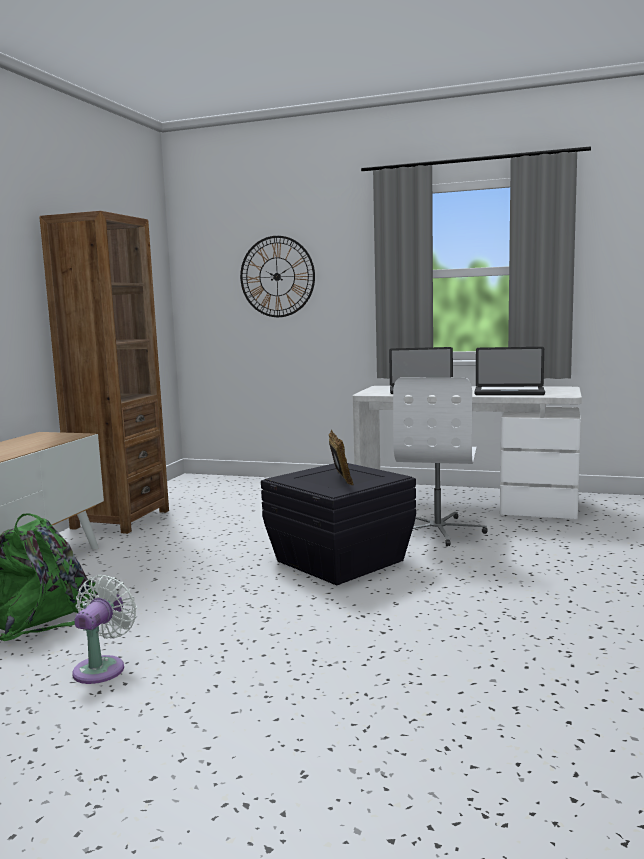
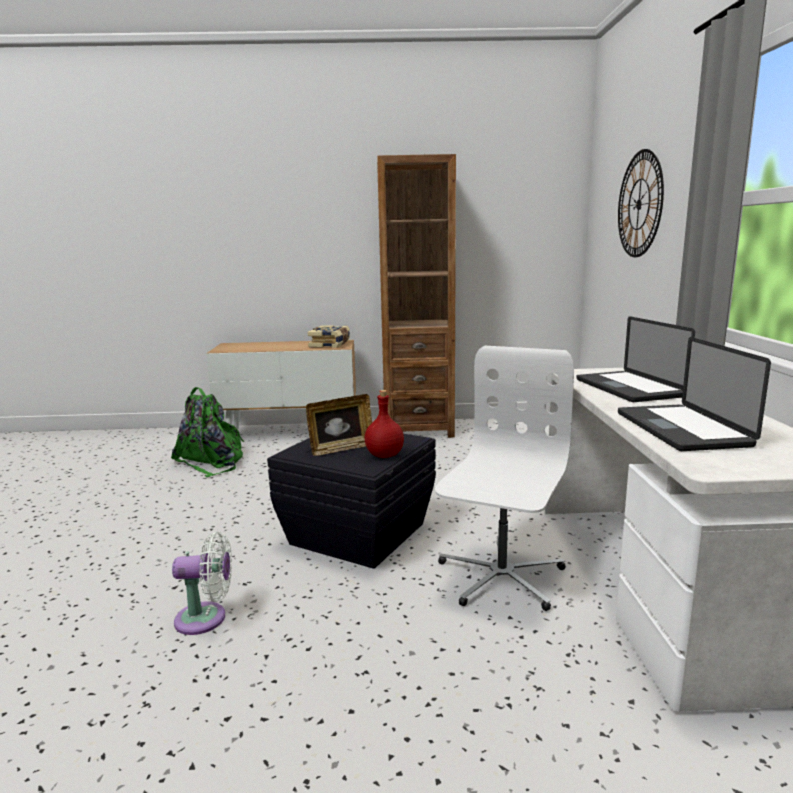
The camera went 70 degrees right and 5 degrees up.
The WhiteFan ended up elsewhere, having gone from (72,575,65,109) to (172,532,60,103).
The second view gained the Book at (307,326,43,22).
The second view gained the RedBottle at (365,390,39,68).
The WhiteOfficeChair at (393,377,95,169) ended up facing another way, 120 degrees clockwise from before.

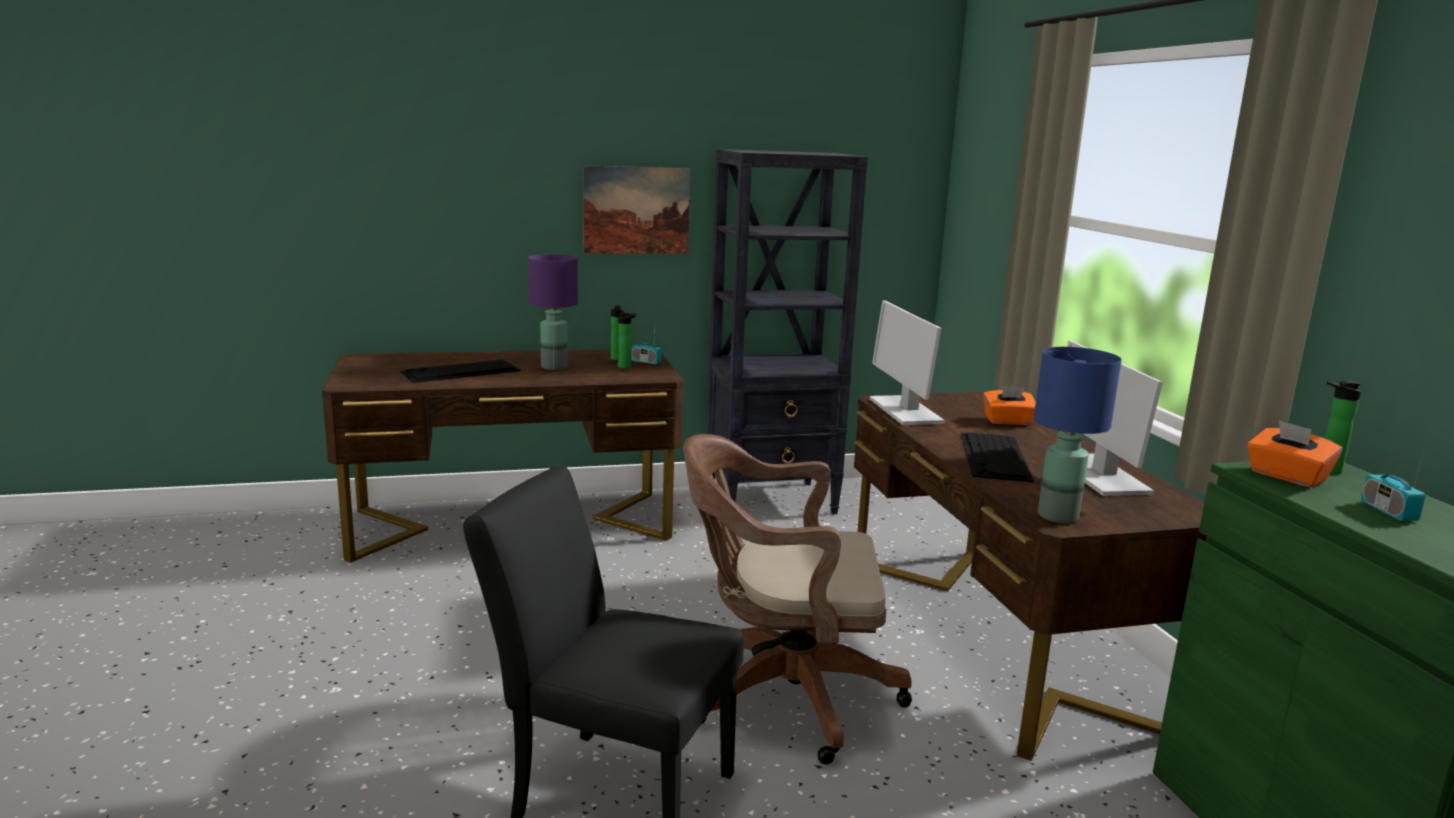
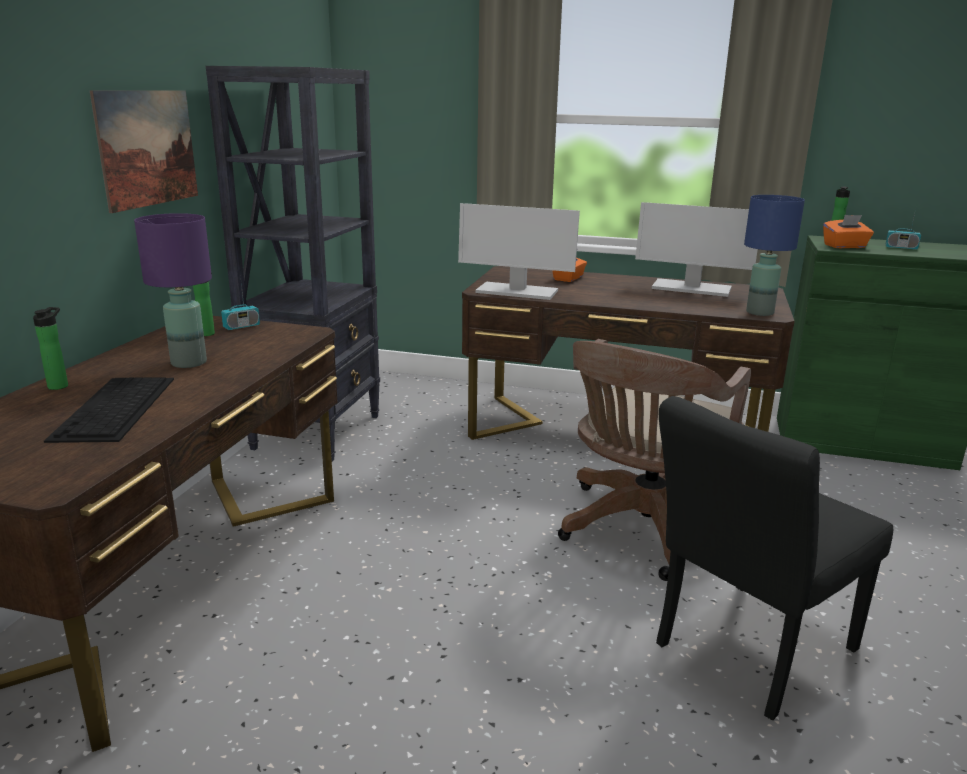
The camera went 60 degrees left and 5 degrees up.
The Bottle ended up elsewhere, having gone from (618,313,19,56) to (33,307,35,83).
The second view lost the Keyboard at (961,432,73,50).

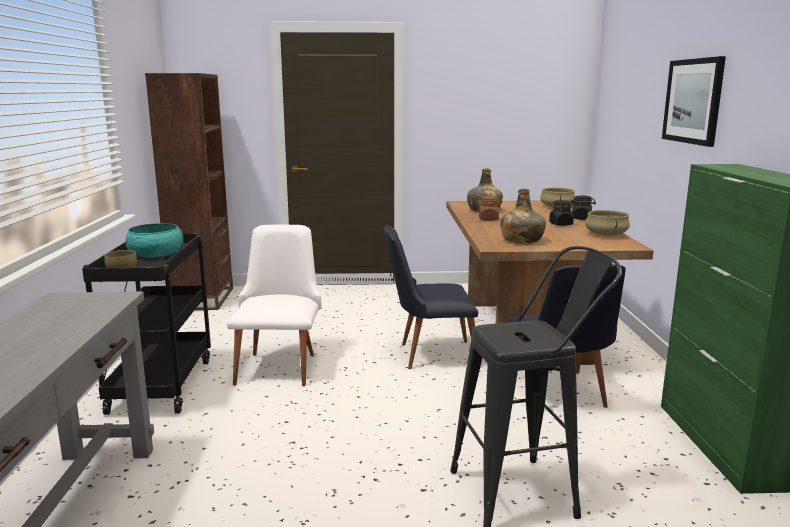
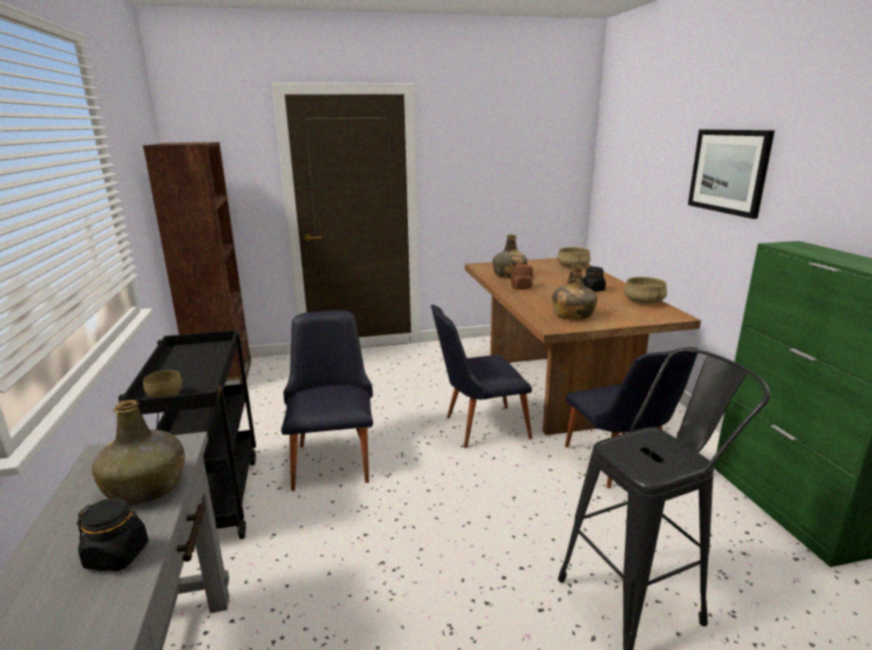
The camera went 10 degrees left and 5 degrees up.
The BlackJar ended up elsewhere, having gone from (571,195,25,25) to (77,498,72,73).
The second view gained the GreenBottle at (92,400,93,105).
What was the WhiteChair at (227,225,95,161) turned into the BlackChair at (281,311,92,180).
The second view lost the TurquoiseBowl at (125,223,59,35).

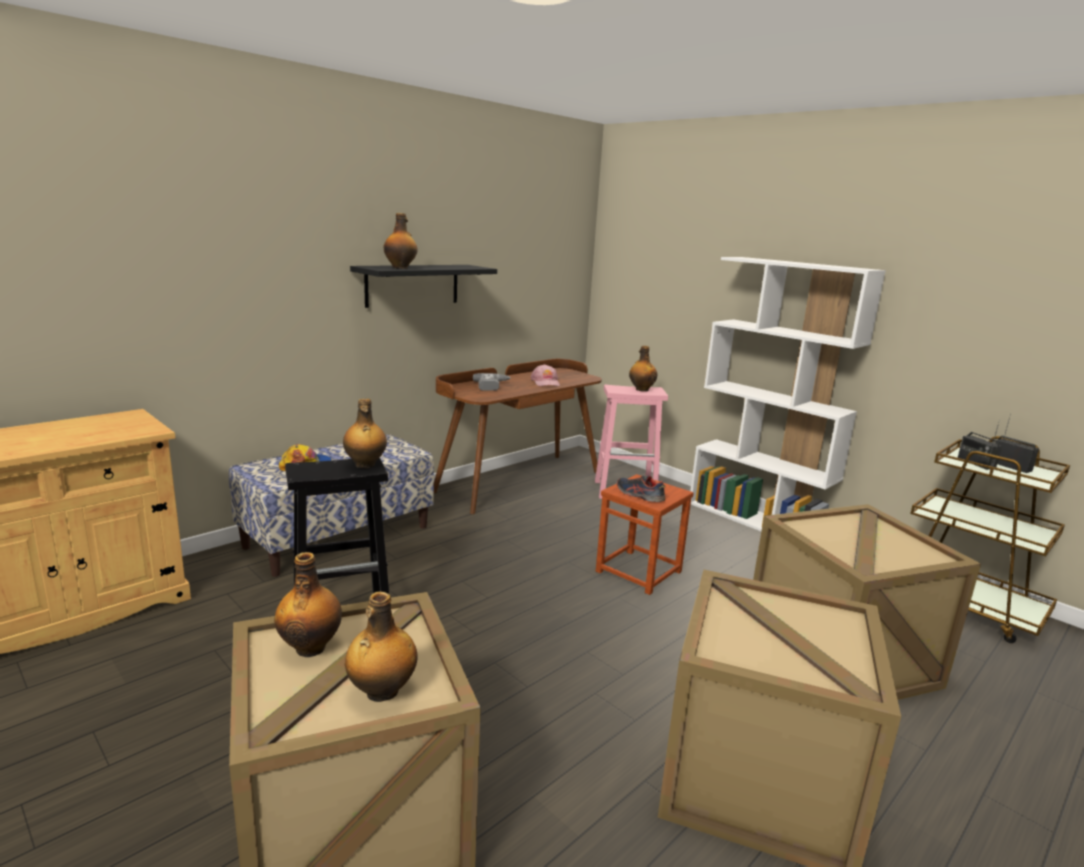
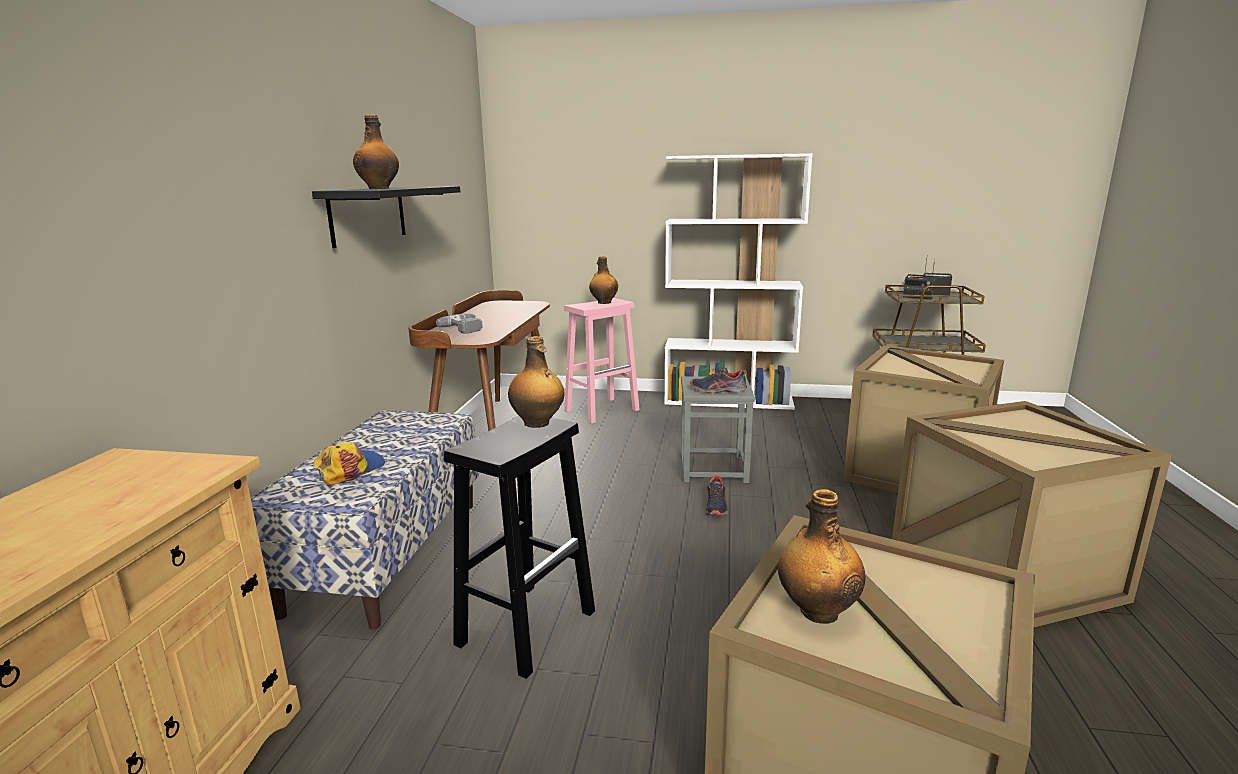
The camera went 35 degrees left and 0 degrees up.
What was the BrownStool at (596,474,98,121) turned into the GreyStool at (681,376,74,107).
The second view gained the Shoe at (705,476,23,40).
The second view lost the Bottle at (345,591,73,111).
The second view lost the PinkCap at (531,364,29,22).

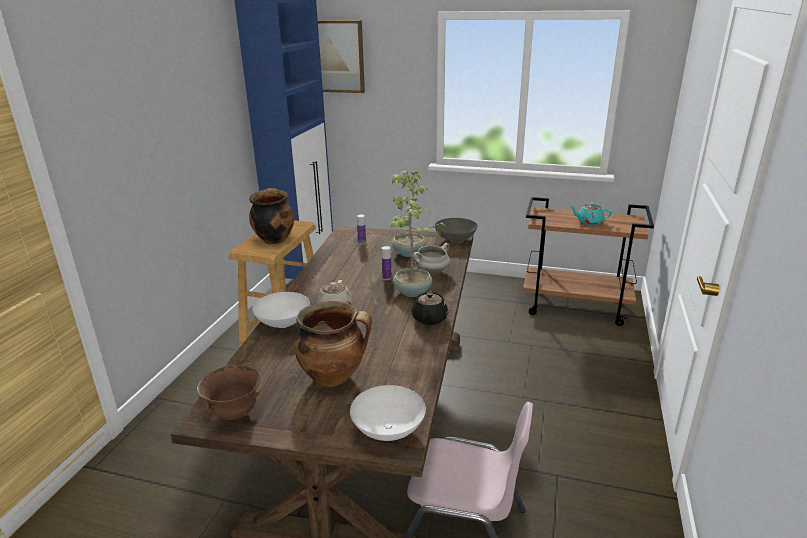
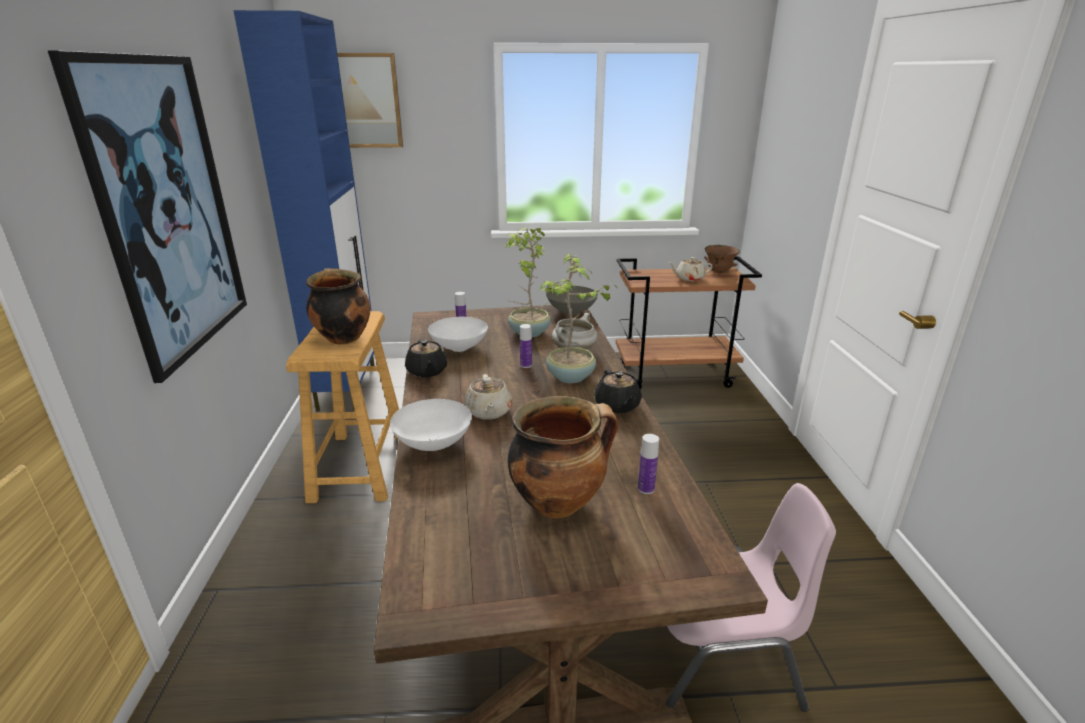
The camera went 20 degrees left and 0 degrees up.
The second view gained the Picture at (48,51,199,332).
The second view gained the BlackTeapot at (405,340,42,37).
The WhiteBowl ended up elsewhere, having gone from (350,385,76,56) to (428,317,60,35).
The second view gained the Bottle at (638,434,21,60).
What was the TurquoiseTeapot at (570,203,42,22) turned into the BeigeTeapot at (668,257,45,24).
The BrownBowl ended up elsewhere, having gone from (197,365,63,55) to (704,245,36,28).

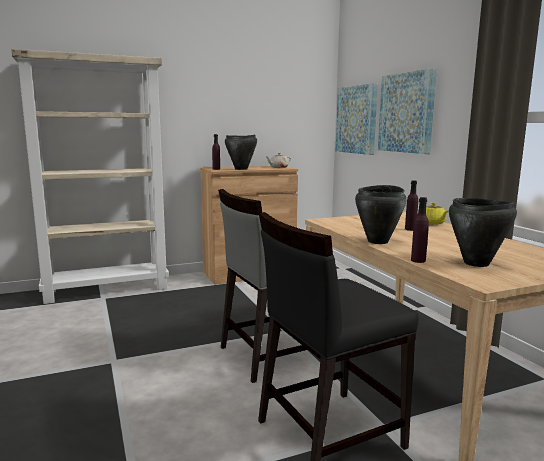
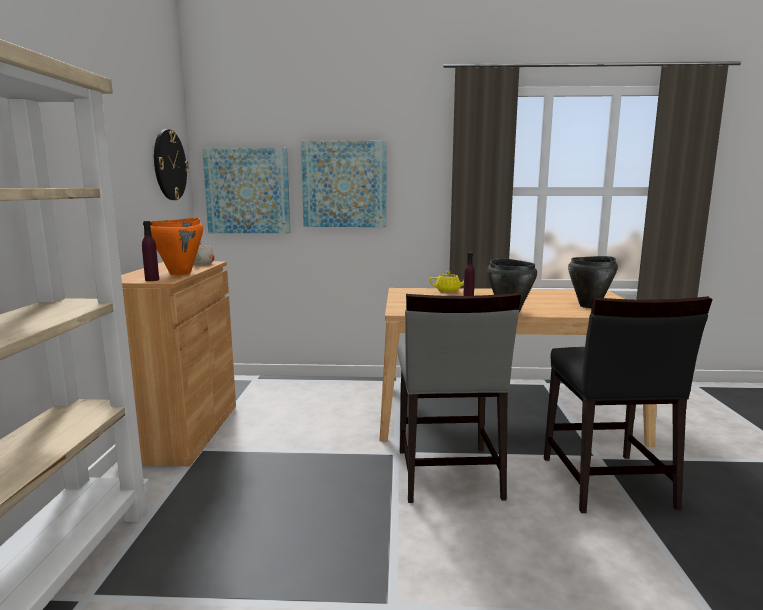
The camera went 65 degrees left and 0 degrees up.
What was the BlackCookingPot at (225,135,32,35) turned into the OrangeCookingPot at (150,218,53,57).
The second view gained the WallClock at (154,129,35,71).
The second view lost the PurpleBottle at (411,197,18,66).

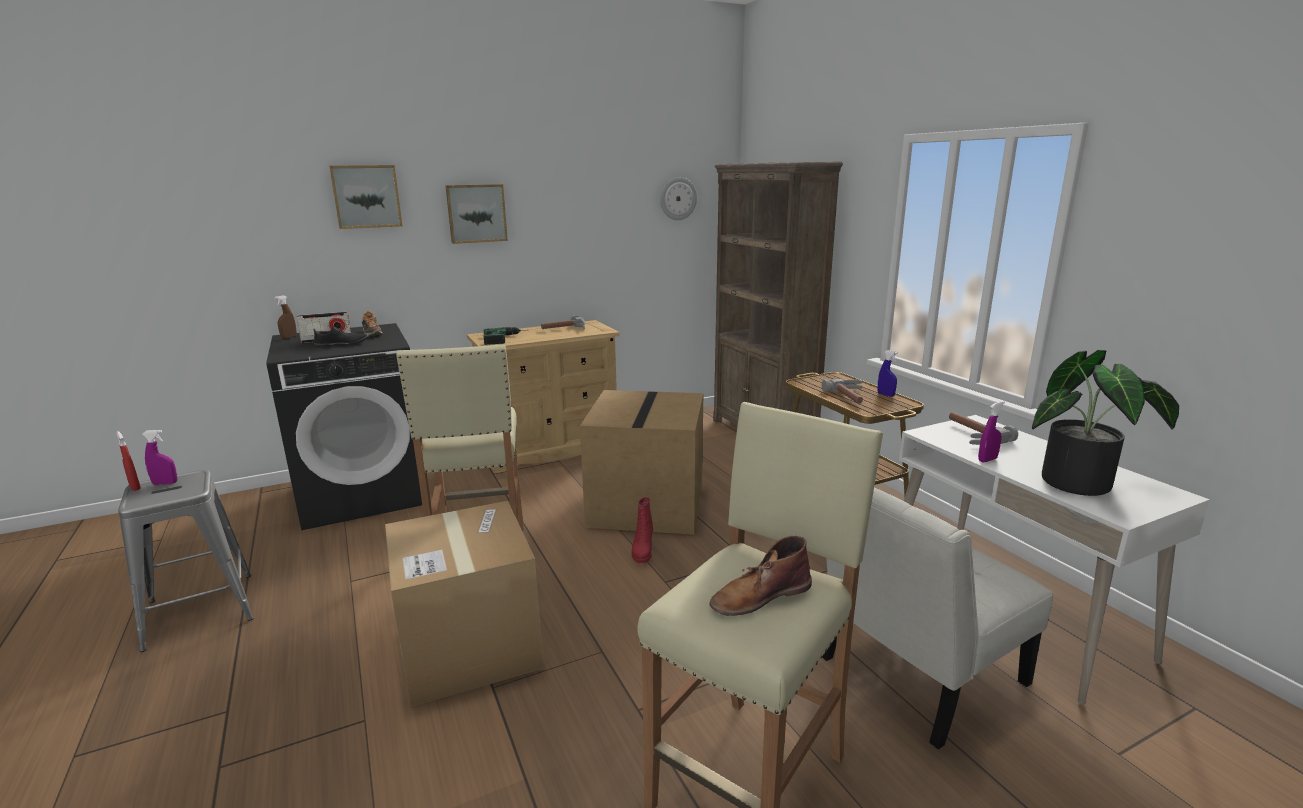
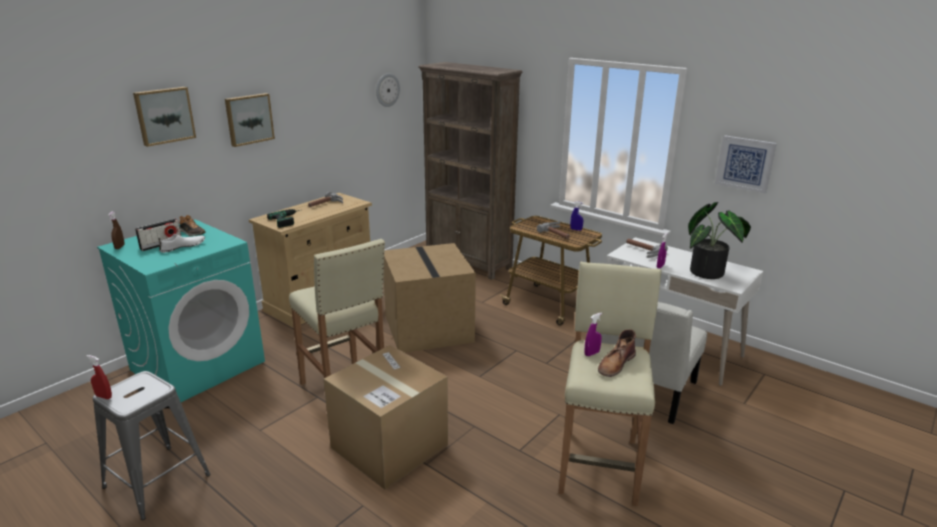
The camera went 25 degrees left and 5 degrees up.
What was the BlackWashingMachine at (266,323,165,207) turned into the TurquoiseWashingMachine at (97,219,168,183).
What was the BlackShoe at (314,327,55,20) turned into the WhiteShoe at (159,234,46,19).
The PurpleSprayBottle ended up elsewhere, having gone from (142,430,35,55) to (585,312,17,44).
The second view gained the Picture at (715,135,62,59).
The second view lost the RedBoot at (632,497,21,66).

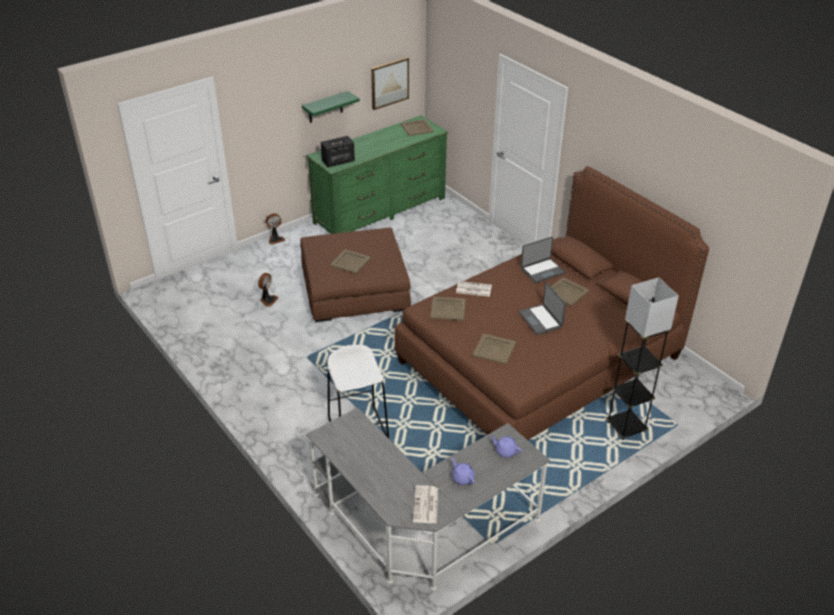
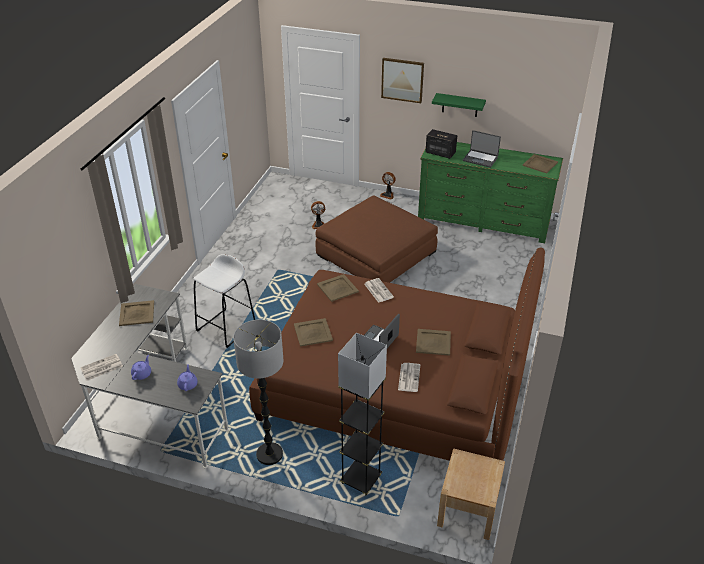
The camera went 55 degrees right and 0 degrees up.
The BeigeTray ended up elsewhere, having gone from (330,249,41,25) to (119,300,35,26).
The second view gained the FloorLamp at (233,320,50,145).
The Picture ended up elsewhere, having gone from (371,57,38,53) to (381,58,43,45).
The second view gained the Newspaper at (398,363,22,29).
The second view gained the BeigeNightstand at (437,448,68,92).
The Laptop ended up elsewhere, having gone from (521,237,44,46) to (463,130,38,38).

